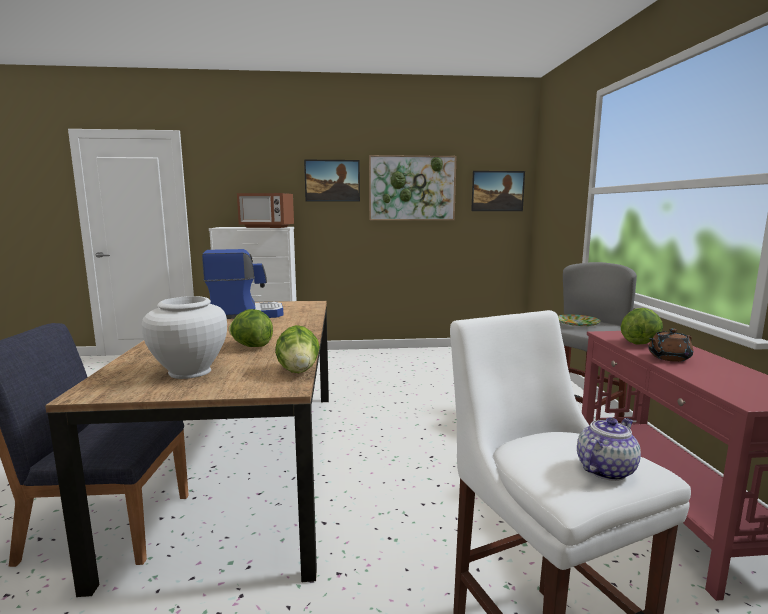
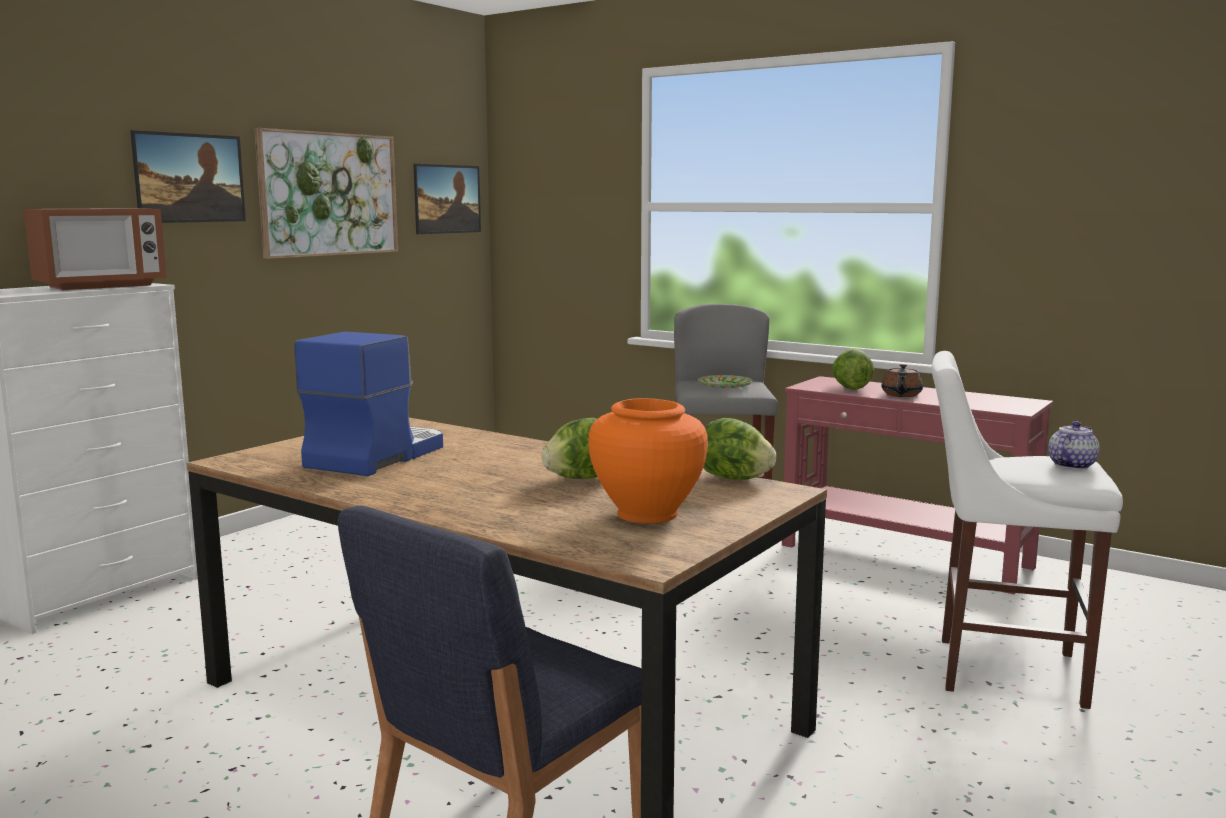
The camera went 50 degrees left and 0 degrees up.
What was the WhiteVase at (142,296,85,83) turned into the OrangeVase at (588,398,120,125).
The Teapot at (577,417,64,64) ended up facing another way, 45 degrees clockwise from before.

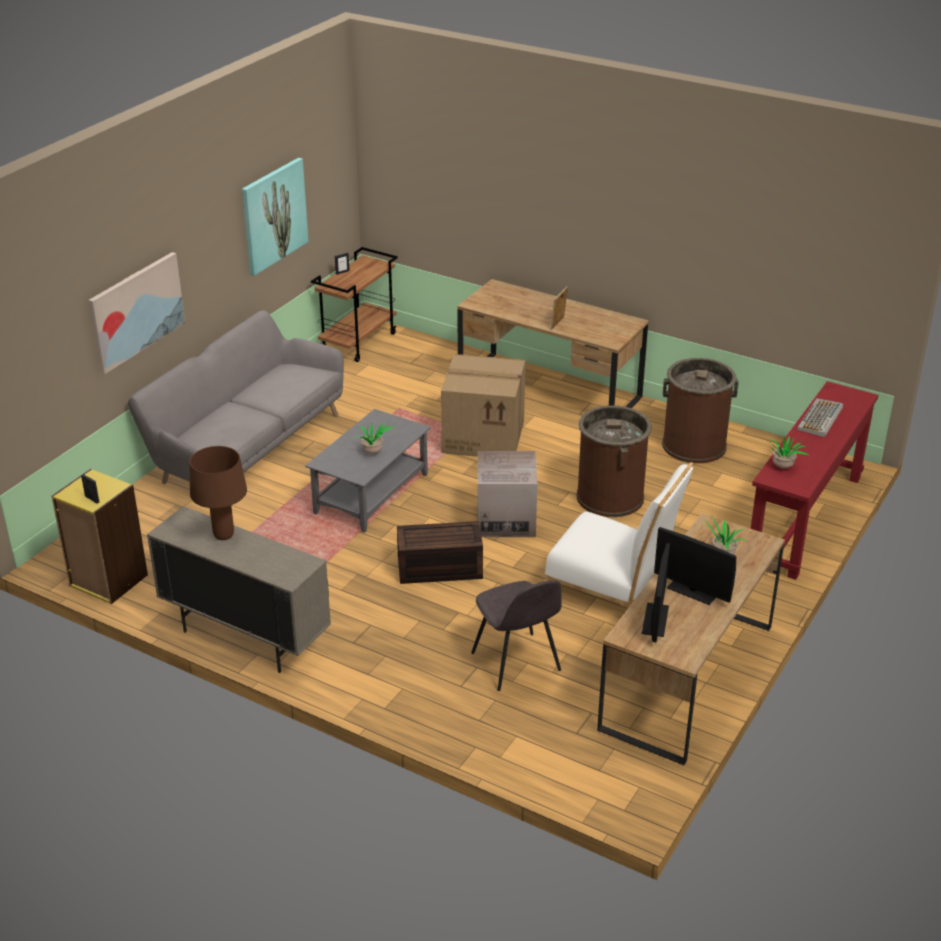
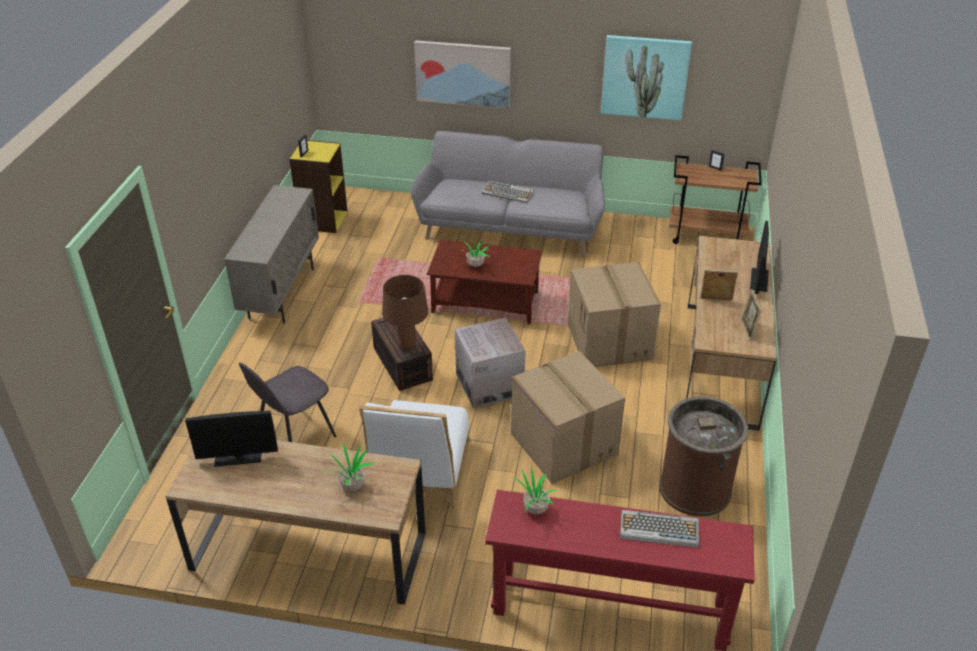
The camera went 70 degrees right and 5 degrees up.
The BrownTableLamp ended up elsewhere, having gone from (189,446,58,94) to (382,275,46,75).
What was the GreyCoffeeTable at (305,409,126,124) turned into the BrownCoffeeTable at (427,240,115,84).
The second view gained the Keyboard at (481,180,53,23).
Where the BrownTrashCan stood at (577,406,75,111), the CardboardBox came to stand at (511,351,114,133).
The second view gained the PictureFrame at (741,289,20,51).
The Monitor ended up elsewhere, having gone from (654,527,82,78) to (750,221,19,73).

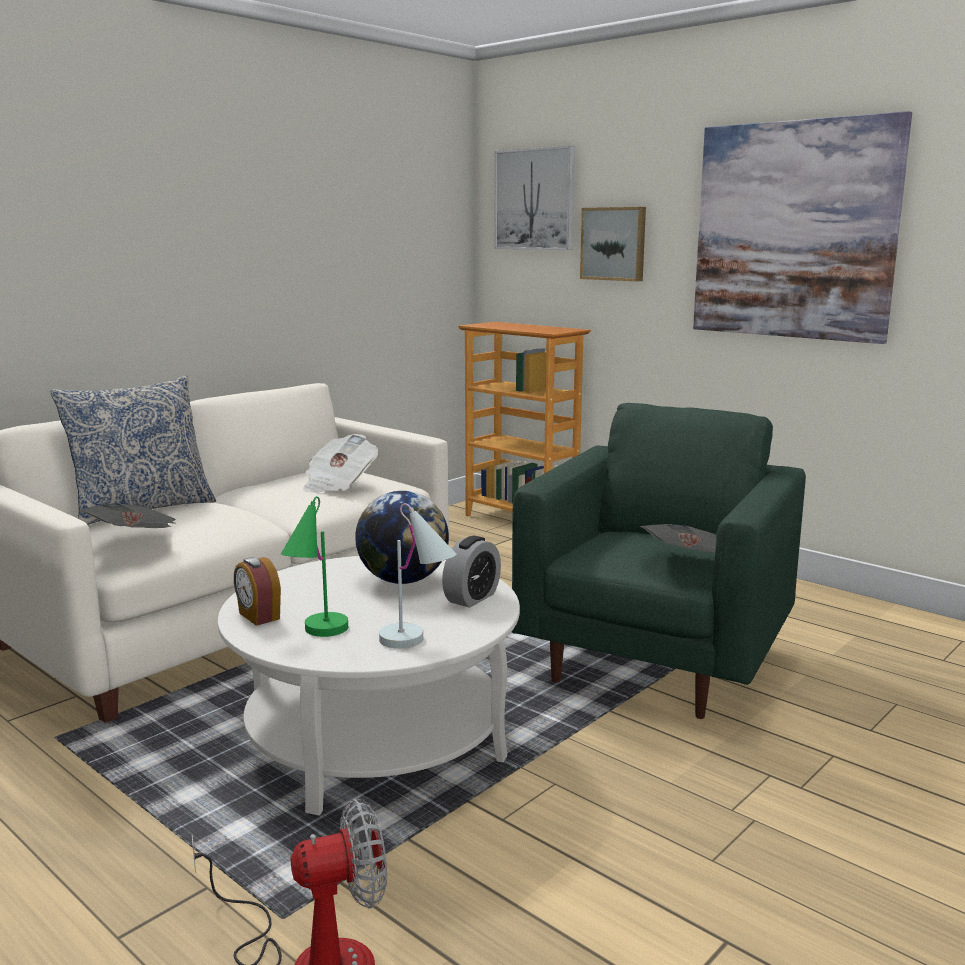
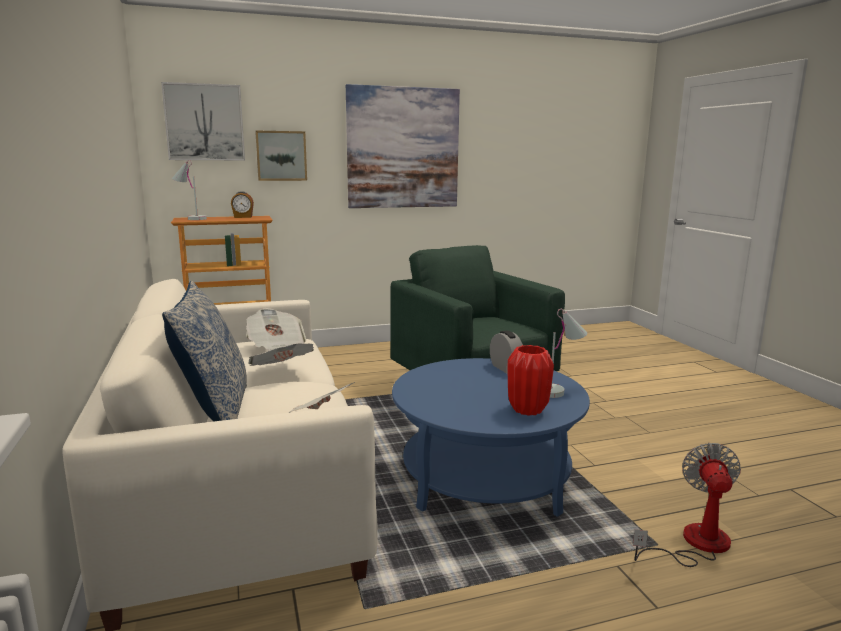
The camera went 60 degrees left and 0 degrees up.
The second view gained the WhiteTableLamp at (172,160,35,60).
The AlarmClock ended up elsewhere, having gone from (234,557,47,69) to (231,191,23,27).
The Newspaper ended up elsewhere, having gone from (640,524,76,29) to (249,343,65,23).
What was the WhiteCoffeeTable at (218,556,302,259) turned into the BlueCoffeeTable at (392,358,198,159).
Where the GreenTableLamp stood at (281,496,67,141), the RedVase came to stand at (508,345,46,71).
The second view lost the Globe at (355,491,94,93).

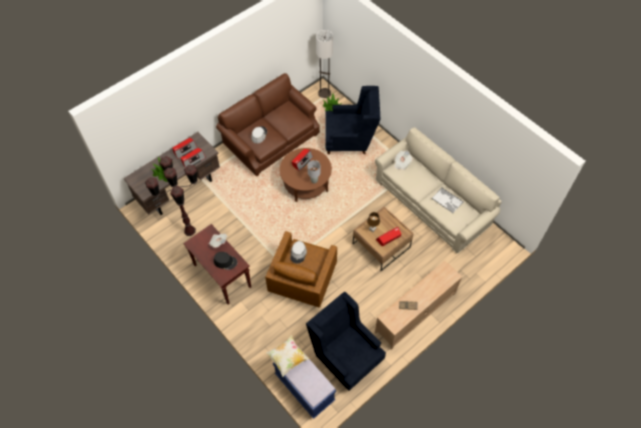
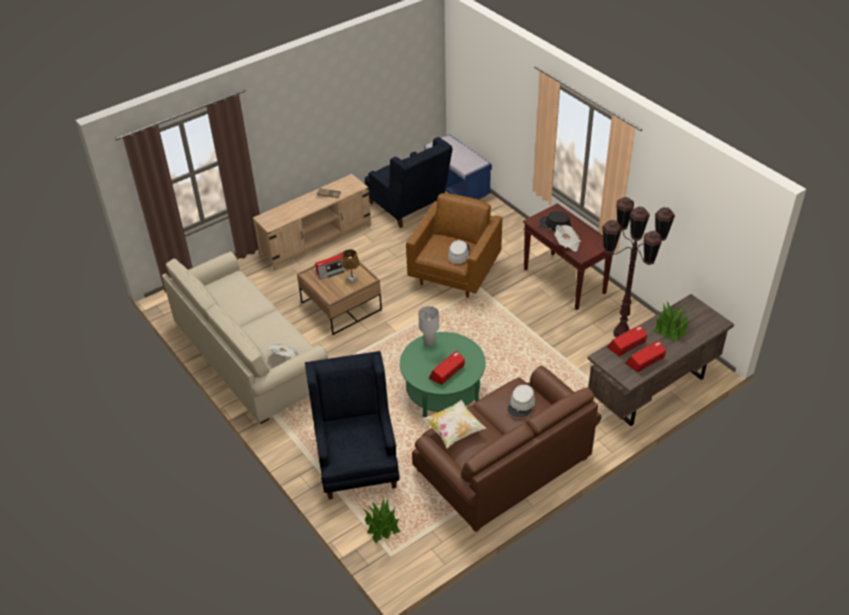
The camera went 175 degrees left and 15 degrees down.
The BlueArmchair at (325,86,55,68) ended up facing another way, 75 degrees clockwise from before.
What was the BrownCoffeeTable at (279,148,53,54) turned into the GreenCoffeeTable at (400,332,86,85).
The Pillow ended up elsewhere, having gone from (266,335,43,42) to (422,399,64,49).
The second view lost the FloorLamp at (316,30,17,68).
The second view lost the Tray at (431,188,32,25).

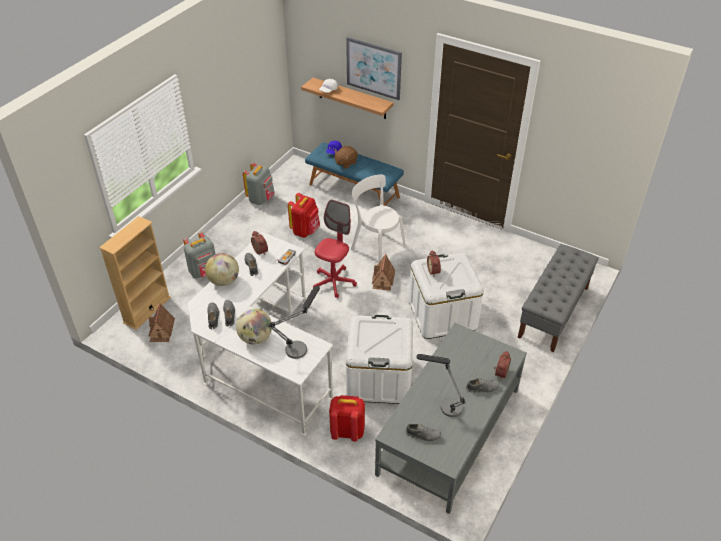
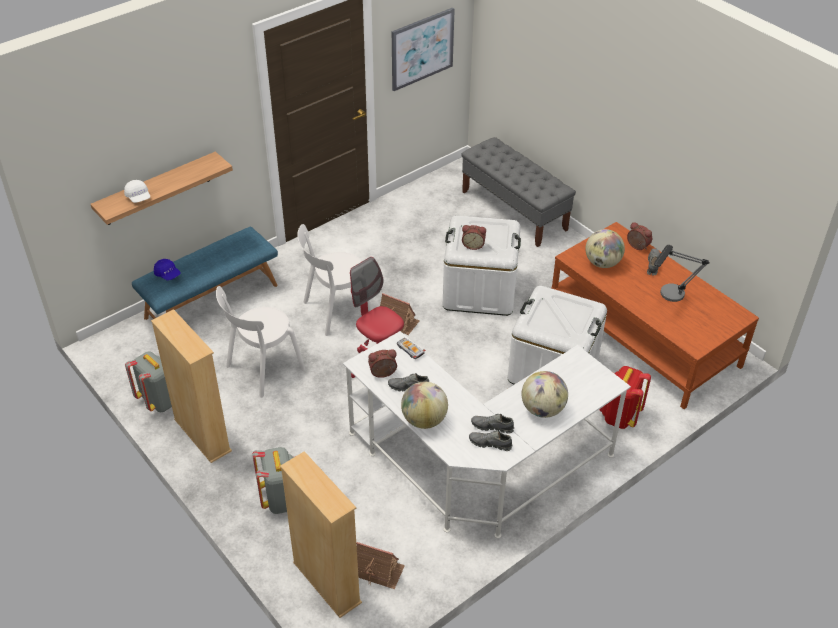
The camera went 70 degrees left and 0 degrees up.
The second view gained the BeigeBookcase at (151,309,81,154).
Where the RedBackpack stood at (288,193,32,45), the WhiteChair came to stand at (216,286,89,112).
The Picture ended up elsewhere, having gone from (346,37,56,63) to (392,7,63,84).
What was the GreyCoffeeTable at (375,323,152,191) turned into the BrownCoffeeTable at (551,222,208,187).
The second view gained the Globe at (585,229,40,39).
The second view lost the TableLamp at (268,286,52,73).
The second view lost the BrownPlushToy at (334,146,24,23).
The second view lost the GreyShoe at (406,424,35,18).

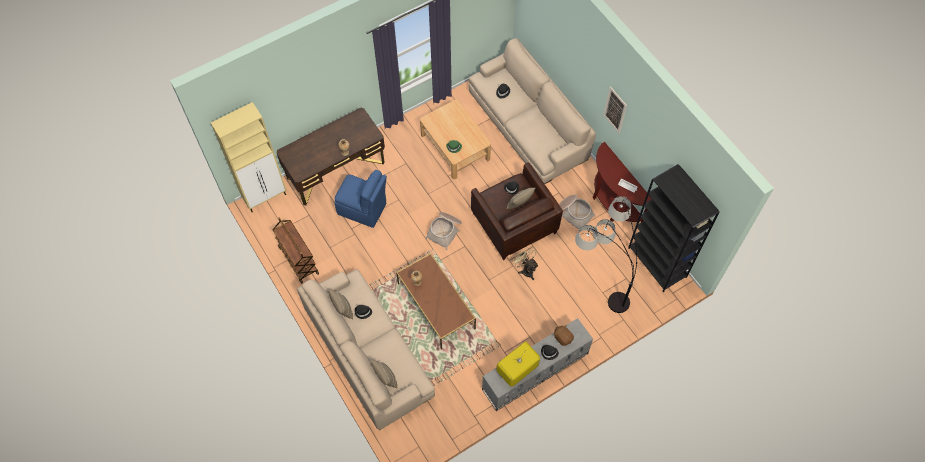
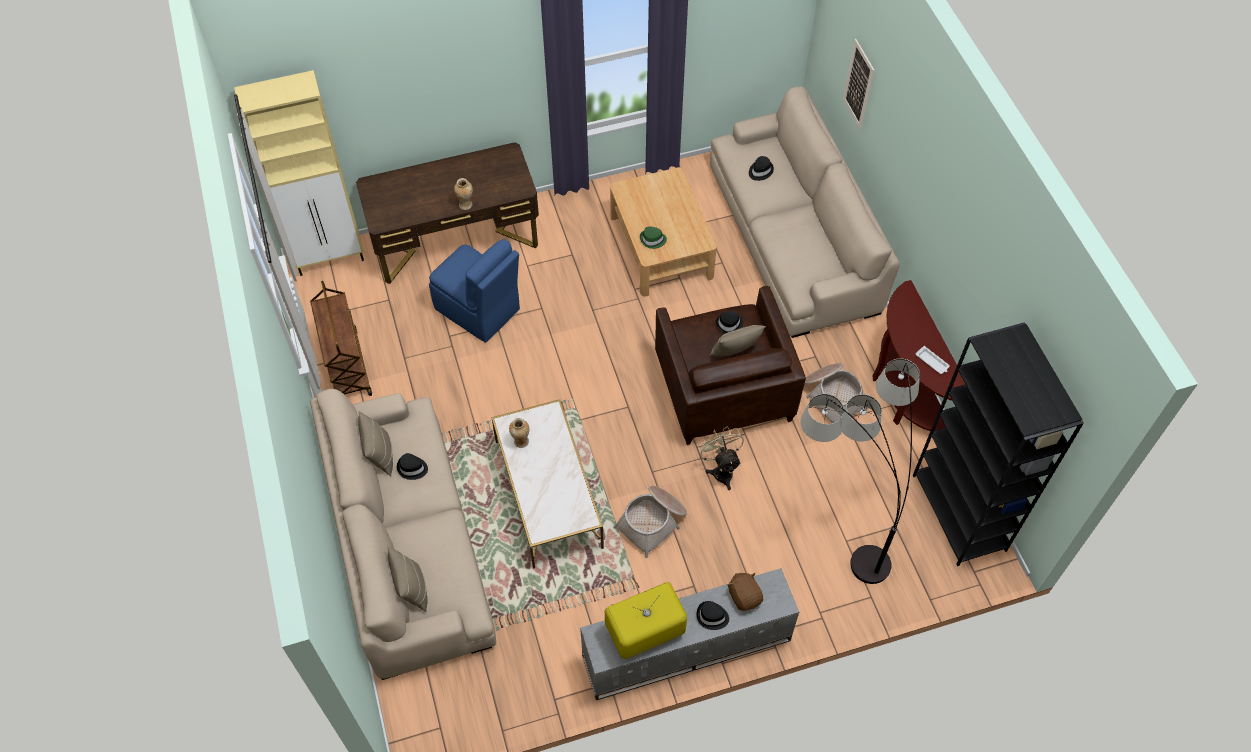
The camera went 15 degrees right and 5 degrees down.
What was the BrownCoffeeTable at (396,253,80,96) turned into the WhiteCoffeeTable at (492,399,112,170).
The Basket ended up elsewhere, having gone from (425,212,37,38) to (613,486,74,72).
The Picture ended up elsewhere, having gone from (603,86,24,47) to (843,39,31,91).

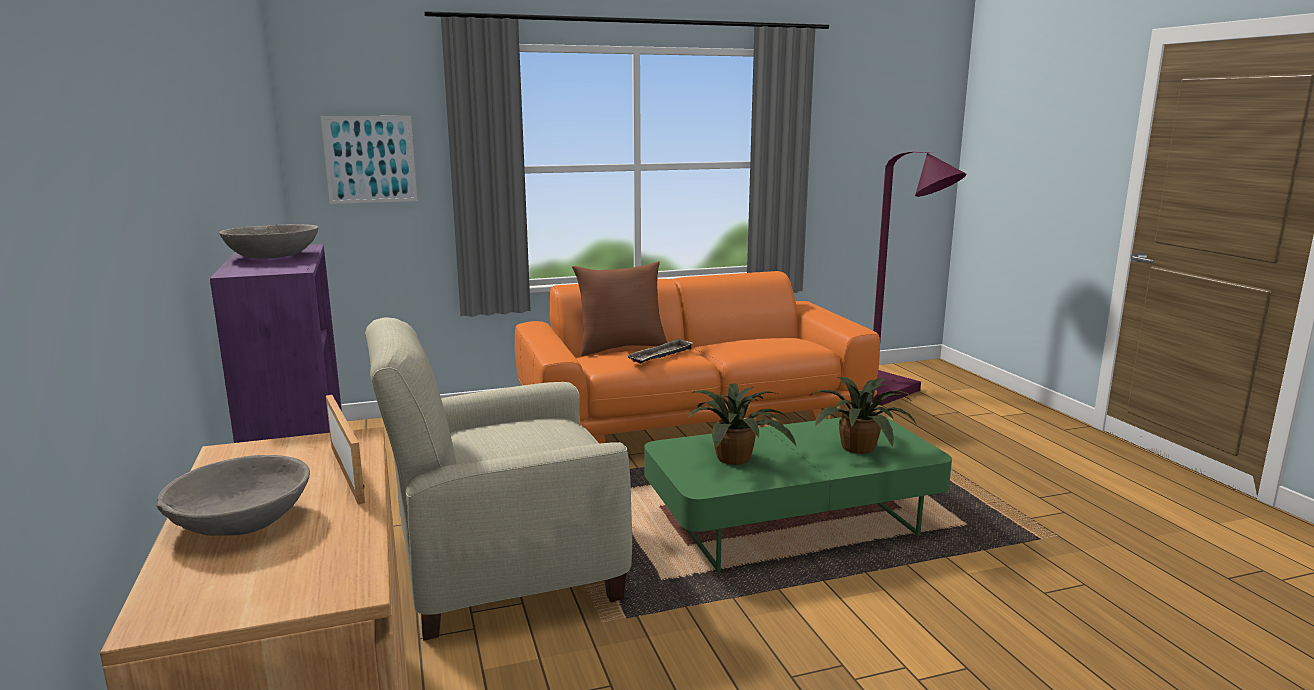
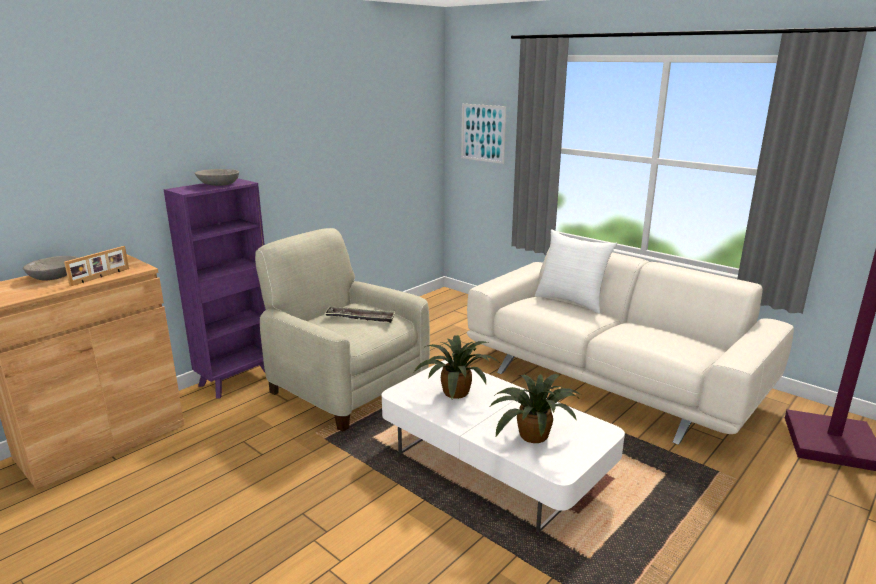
The camera went 60 degrees right and 5 degrees up.
The Tray ended up elsewhere, having gone from (627,338,67,26) to (324,307,72,16).
What was the GreenCoffeeTable at (644,417,308,155) turned into the WhiteCoffeeTable at (382,360,243,173).
What was the OrangeSofa at (515,271,365,173) turned into the BeigeSofa at (467,248,327,197).
What was the BrownPillow at (572,261,96,95) turned into the WhitePillow at (535,229,82,85).

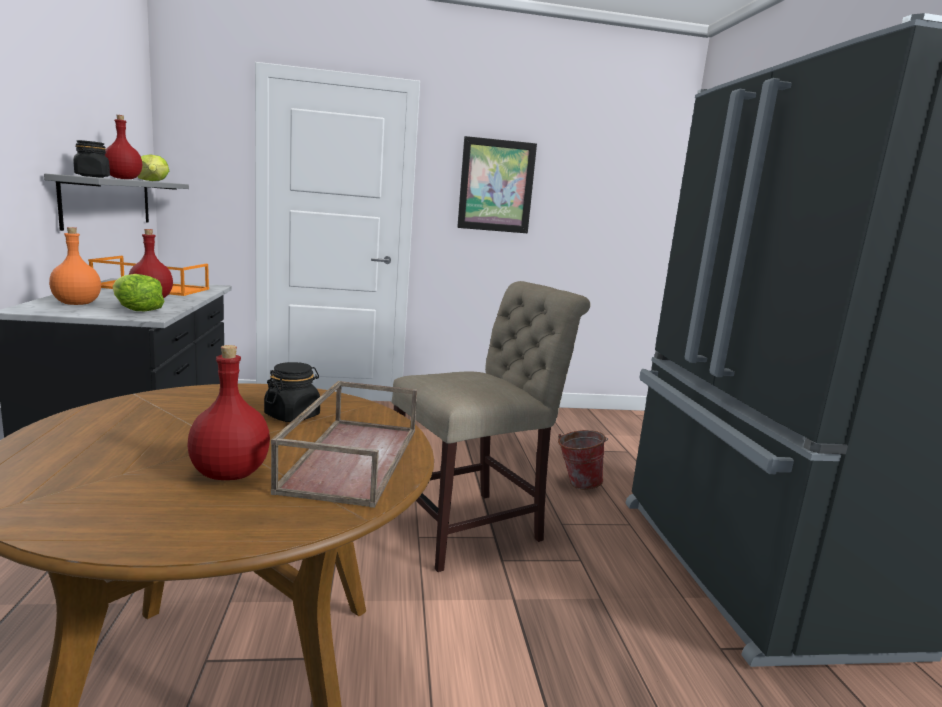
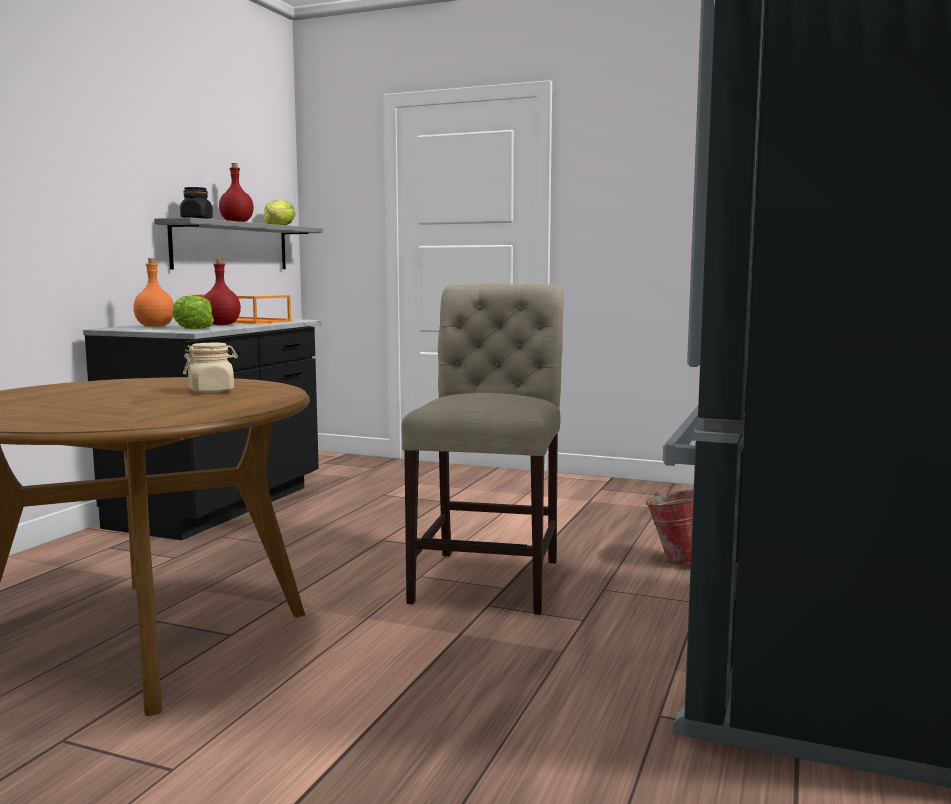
The camera went 30 degrees right and 5 degrees down.
What was the BlackJar at (264,362,56,60) turned into the BeigeJar at (183,343,55,50).
The BeigeChair at (392,281,199,291) ended up facing another way, 75 degrees counterclockwise from before.
The second view lost the RedBottle at (187,345,83,135).
The second view lost the BrownTray at (271,381,146,127).
The second view lost the Picture at (457,136,80,97).

